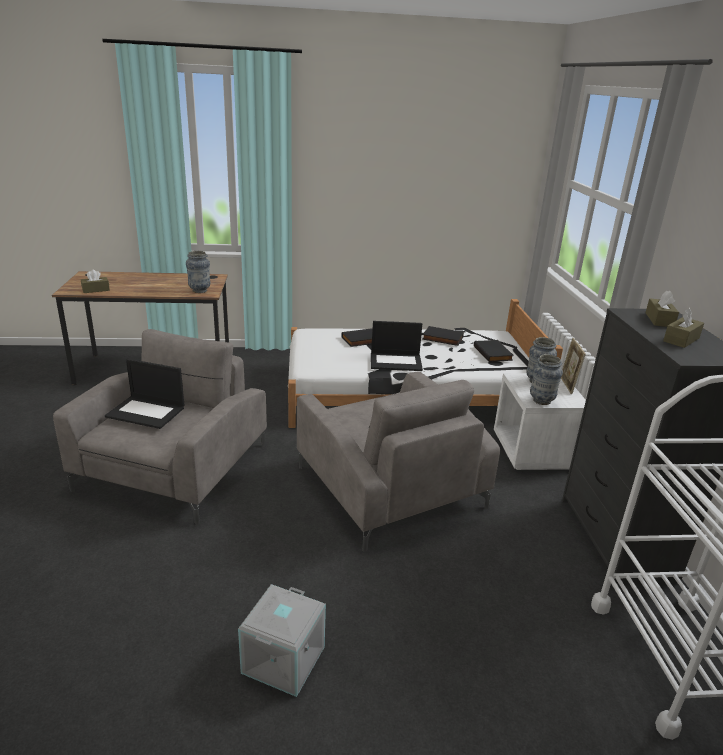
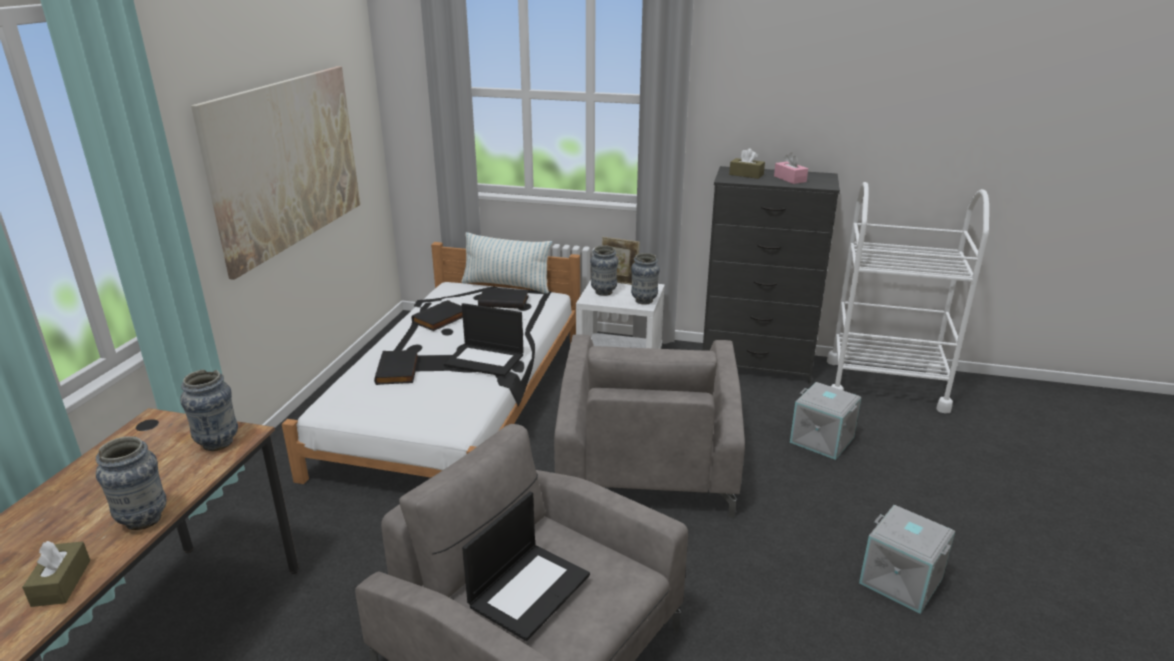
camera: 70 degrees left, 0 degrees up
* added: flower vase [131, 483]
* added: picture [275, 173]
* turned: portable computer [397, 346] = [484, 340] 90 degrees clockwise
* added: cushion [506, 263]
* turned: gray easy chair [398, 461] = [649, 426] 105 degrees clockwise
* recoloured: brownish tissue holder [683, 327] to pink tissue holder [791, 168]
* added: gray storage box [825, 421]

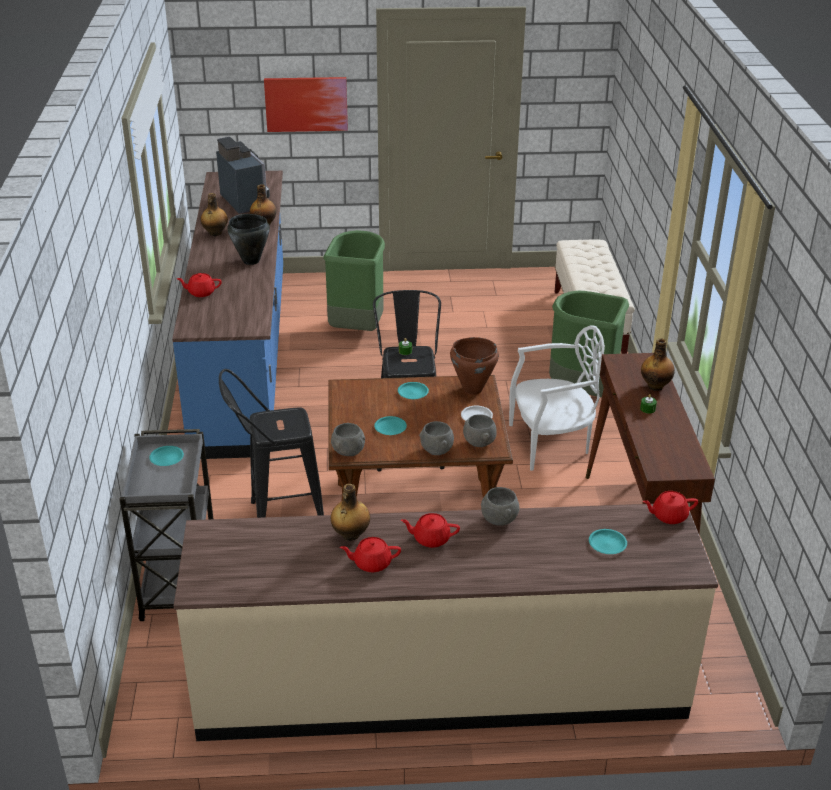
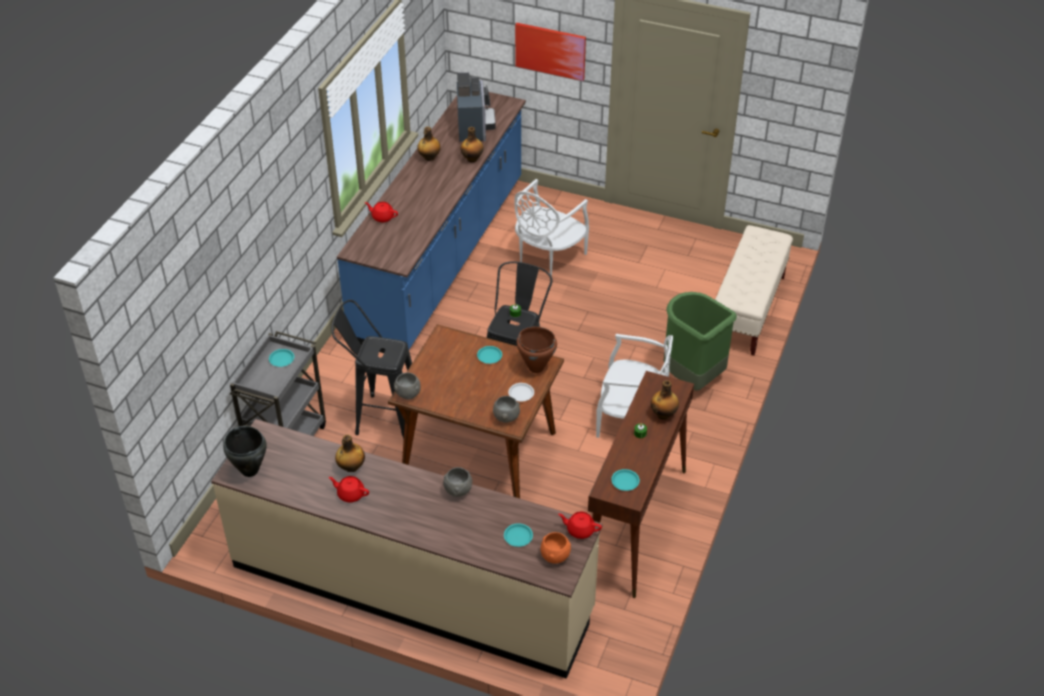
camera: 25 degrees right, 10 degrees up
* moved: black stockpot [248, 239] to [245, 451]
* replaced: greenish waste bin [354, 280] to whitish plain chair [551, 227]
* added: orange-coloured deep dish [555, 548]
* moved: blue-green dinner plate [390, 425] to [625, 480]
* removed: red pot for tea [430, 530]
* removed: gray deep dish [436, 438]

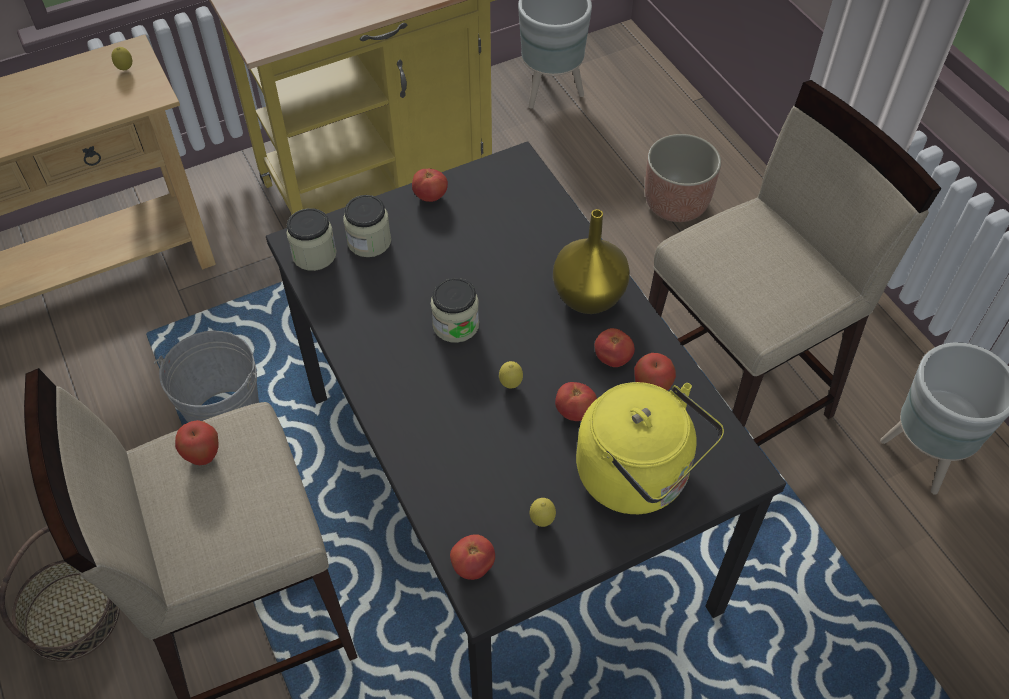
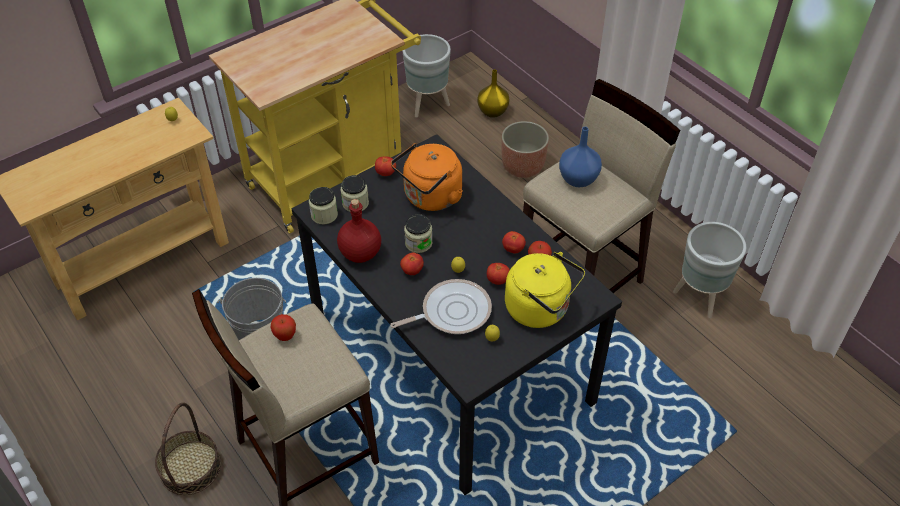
camera: 10 degrees left, 5 degrees down
* added: red bottle [359, 231]
* added: skillet [441, 306]
* added: orange-coloured water kettle [427, 177]
* moved: fresh tomato [472, 557] to [412, 264]
* moved: yellow-coloured flower vase [591, 261] to [493, 93]
* added: bluish flower vase [580, 157]

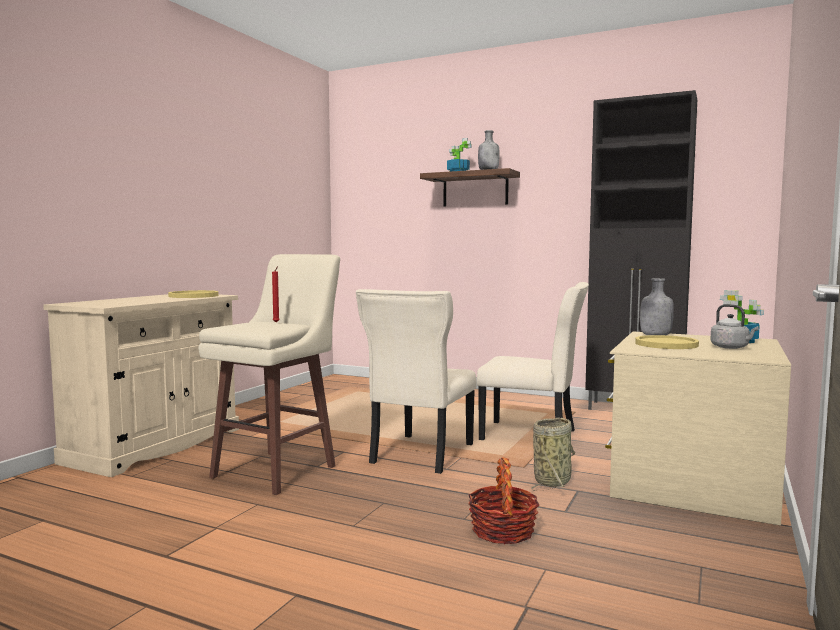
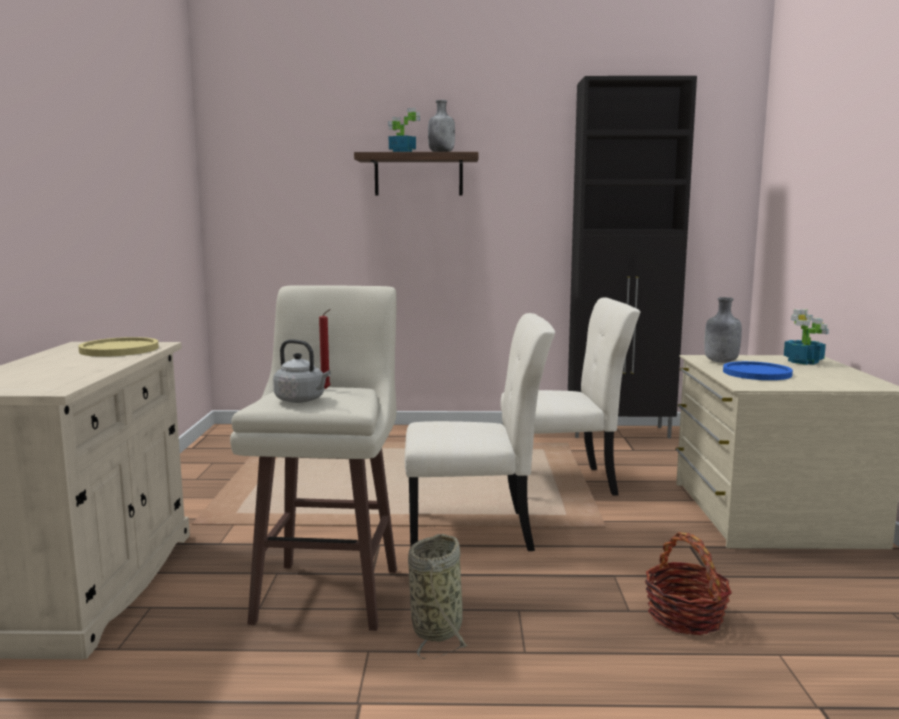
camera: 25 degrees left, 5 degrees up
* moved: gray water kettle [734, 326] to [302, 371]
* turned: beige plain chair [416, 381] = [480, 432] 90 degrees counterclockwise
* moved: basket [553, 454] to [438, 596]
* recoloured: yellow-coloured dinner plate [667, 342] to bluish dinner plate [758, 370]

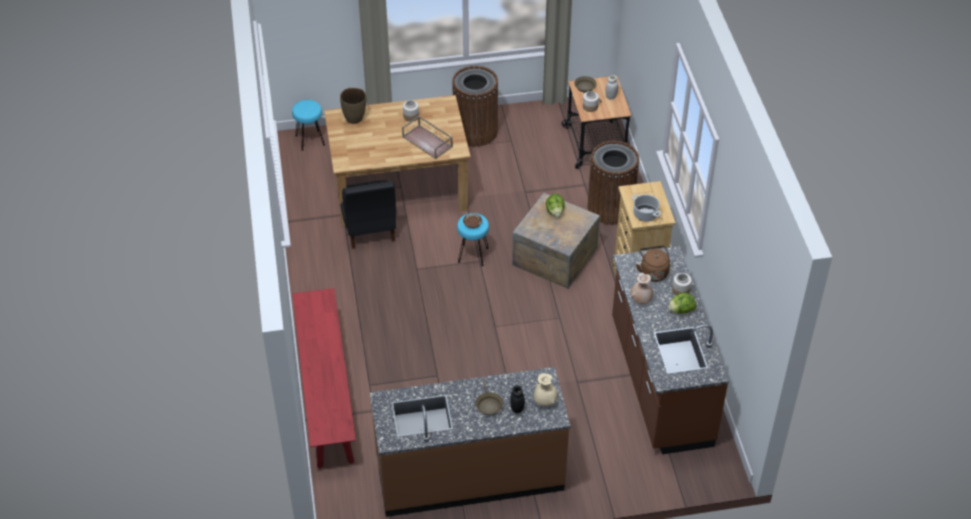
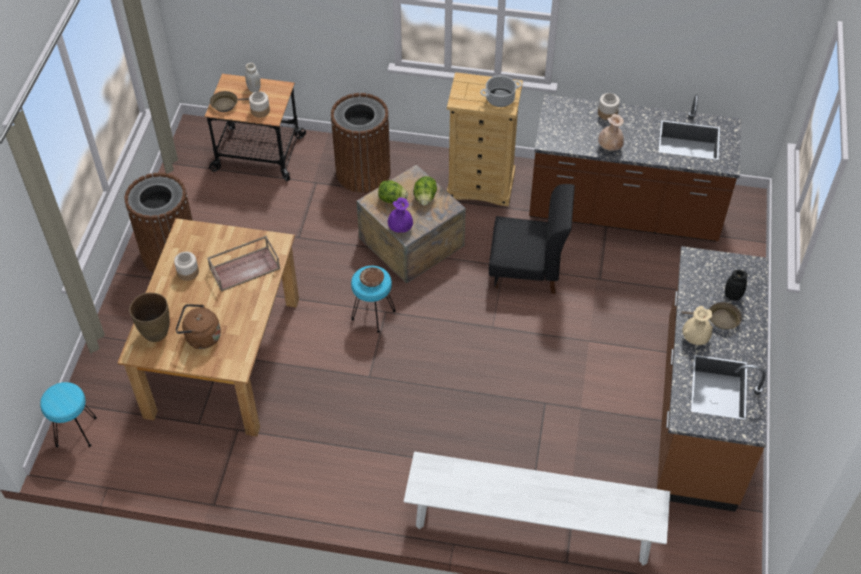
camera: 70 degrees left, 5 degrees up
* moved: brownish water kettle [653, 264] to [198, 326]
* added: purple flower vase [400, 215]
* recoloured: red bench [324, 378] to whitish bench [537, 508]
* moved: lettuce [682, 303] to [425, 191]
* moved: black plain chair [367, 214] to [532, 239]
* moved: beige flower vase [546, 389] to [697, 325]

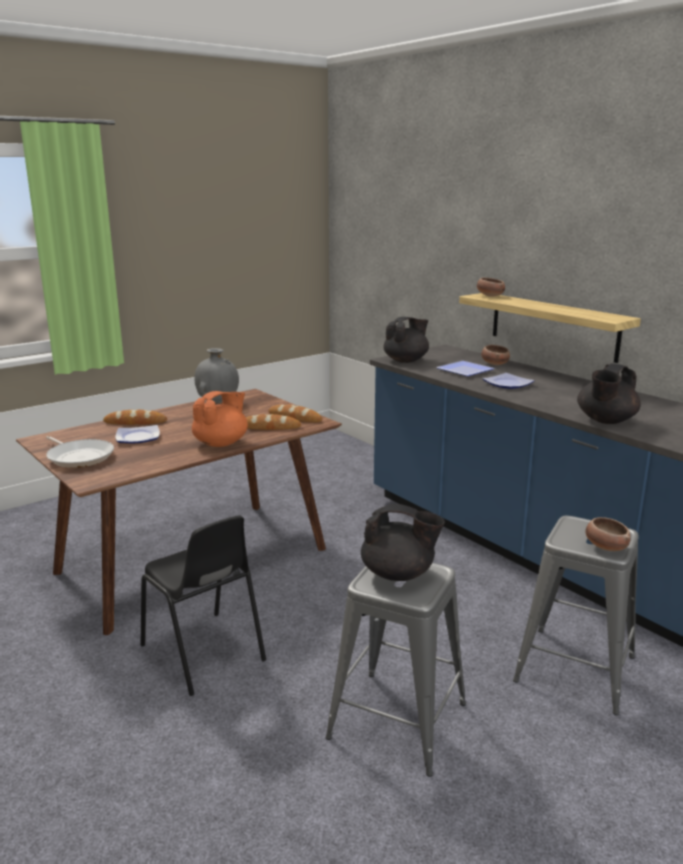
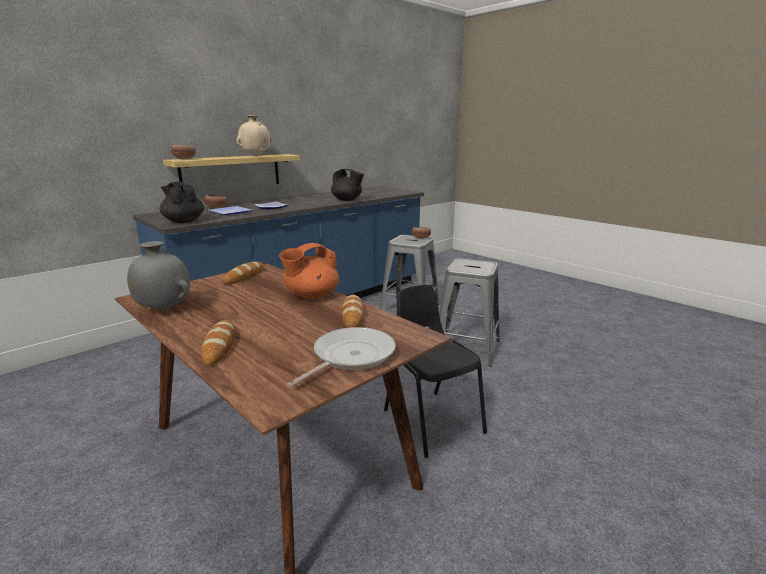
camera: 95 degrees left, 0 degrees up
* added: beige flower vase [253, 135]
* turned: orange-coloured pot for tea [220, 419] = [309, 271] 75 degrees counterclockwise
* moved: bread [273, 422] to [352, 311]
* turned: black plain chair [203, 605] = [435, 371] 75 degrees counterclockwise
* removed: dinner plate [138, 434]
* removed: black pot for tea [403, 542]

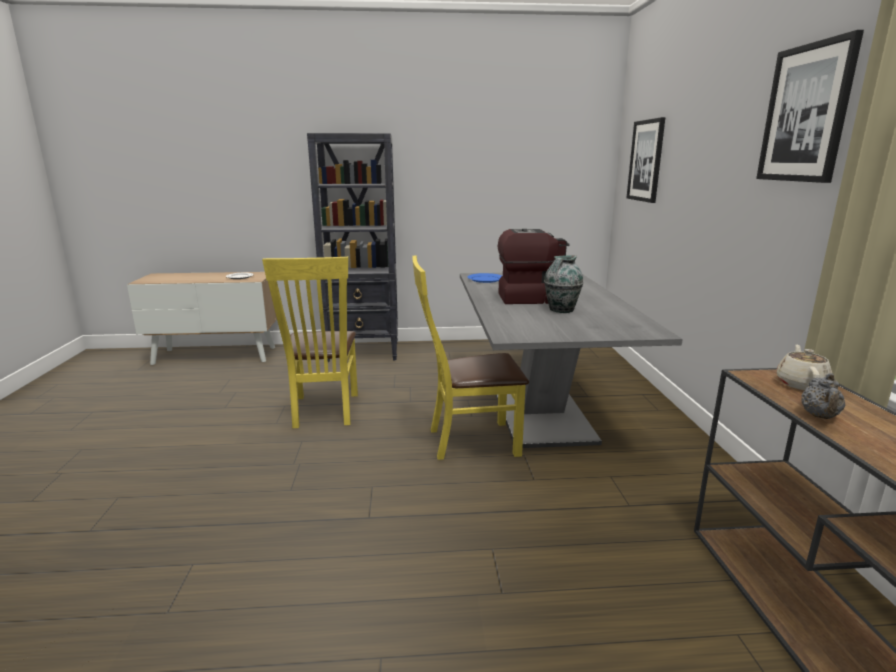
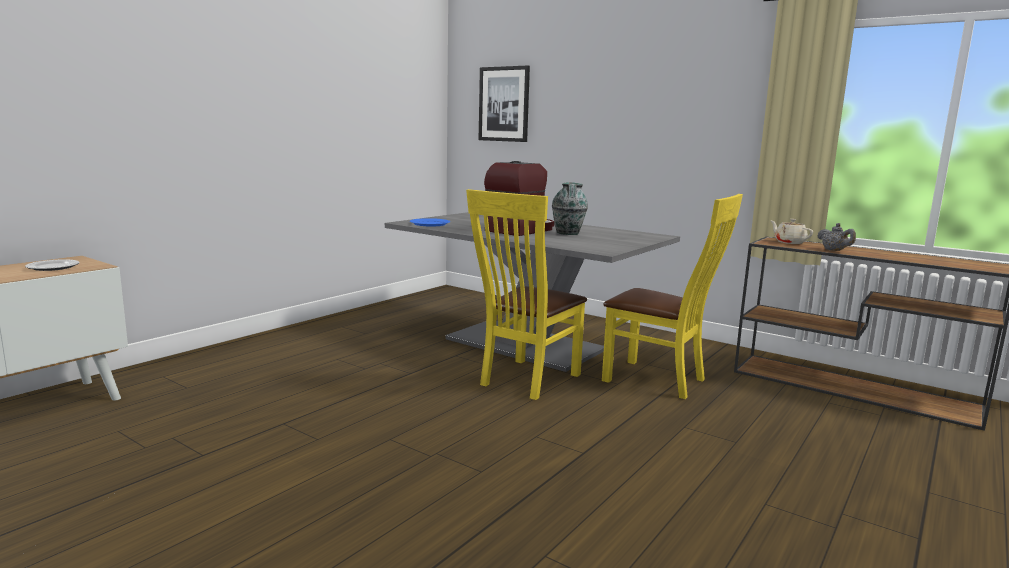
camera: 50 degrees left, 5 degrees down
* moved: yellow-coloured plain chair [310, 342] to [672, 296]
* removed: black shelving unit [352, 247]
* removed: picture [810, 106]

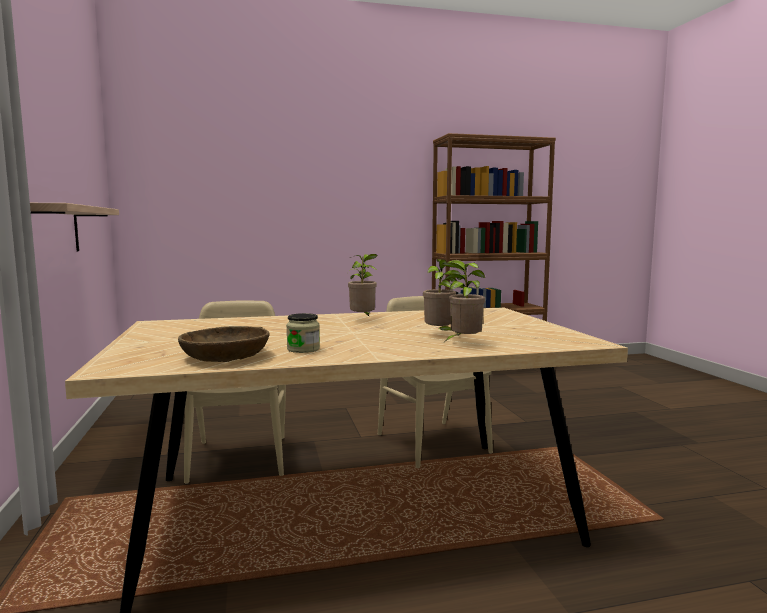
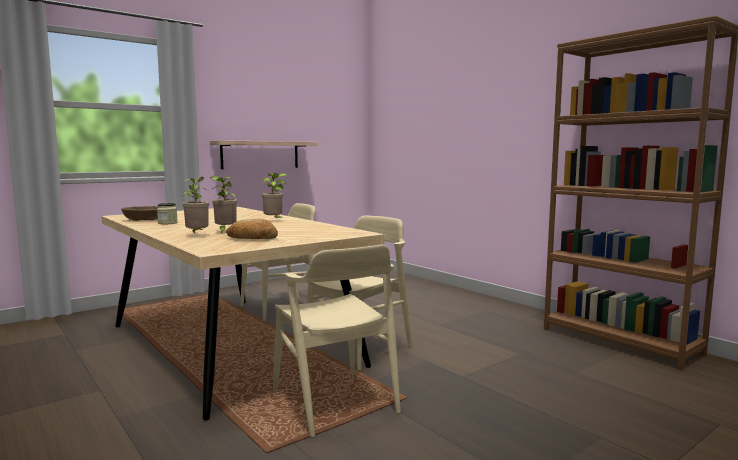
camera: 65 degrees right, 0 degrees up
* added: bread [252, 229]
* added: beige plain chair [337, 341]

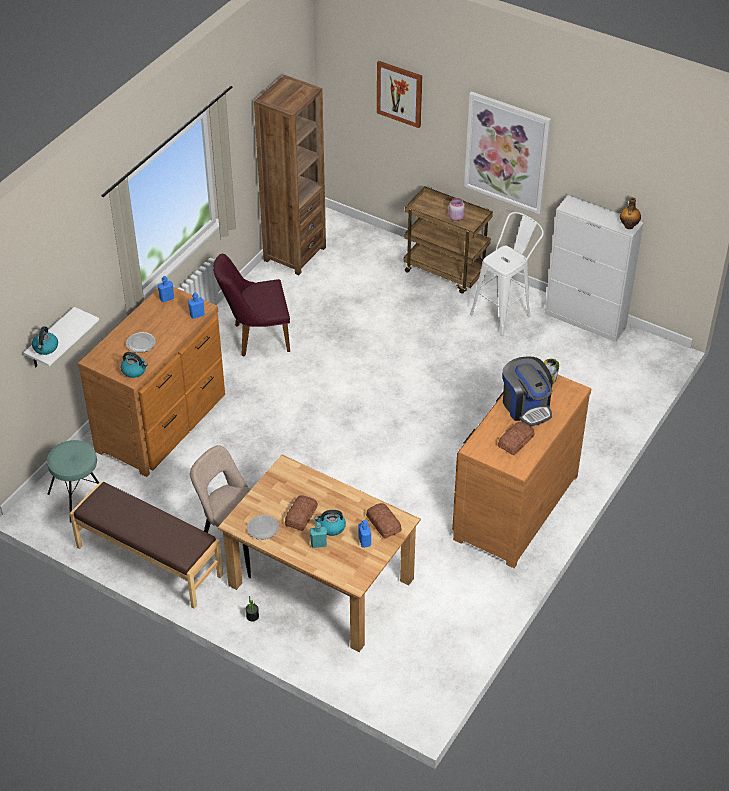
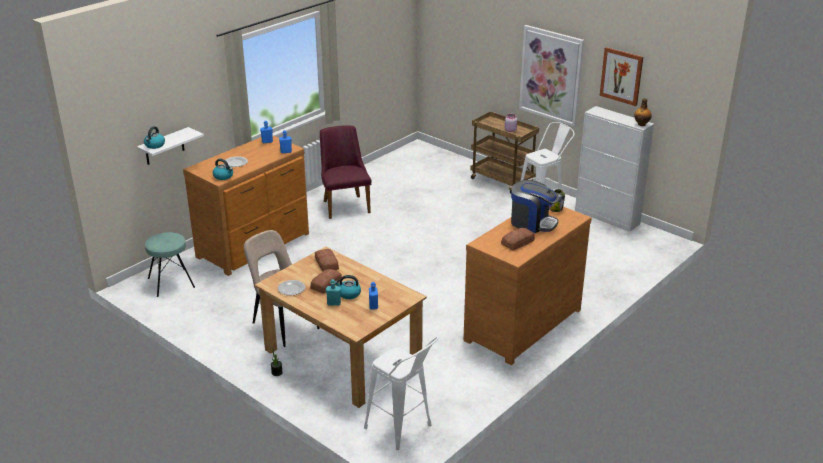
camera: 10 degrees right, 15 degrees down
* moved: bread [384, 521] to [327, 260]
* turned: purple plain chair [251, 305] = [346, 172] 75 degrees clockwise
* added: whitish stool seat [401, 393]
* turned: coffee machine [527, 391] = [535, 206] 45 degrees counterclockwise
* moved: picture [399, 94] to [621, 76]
* removed: brownish bench [146, 545]
* removed: brownish shelving unit [290, 175]

